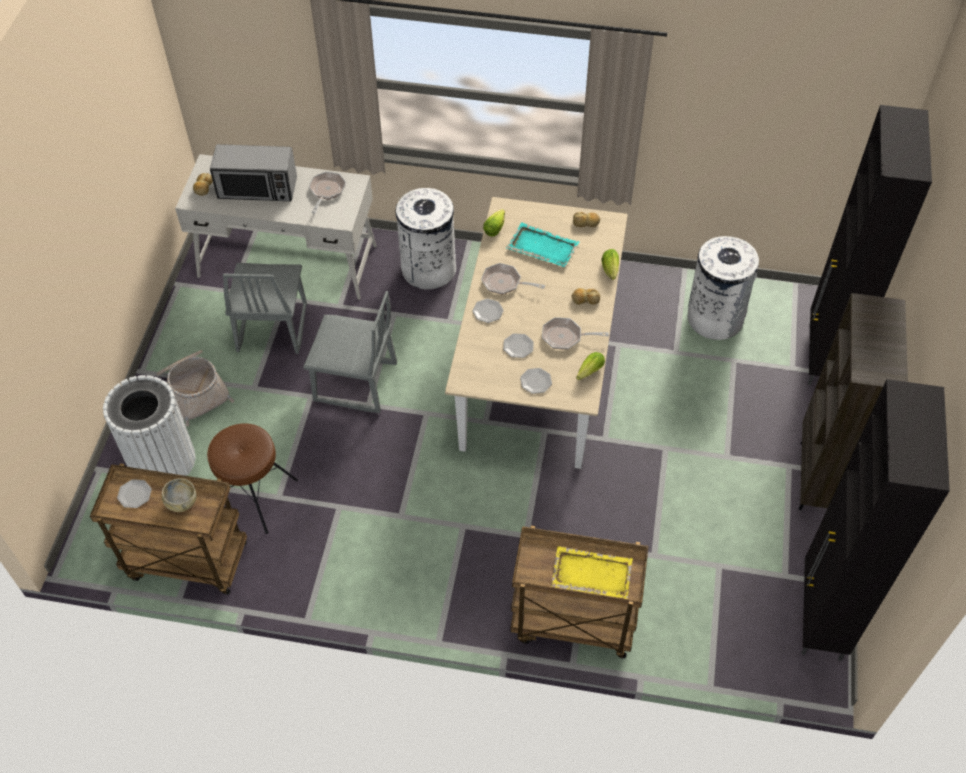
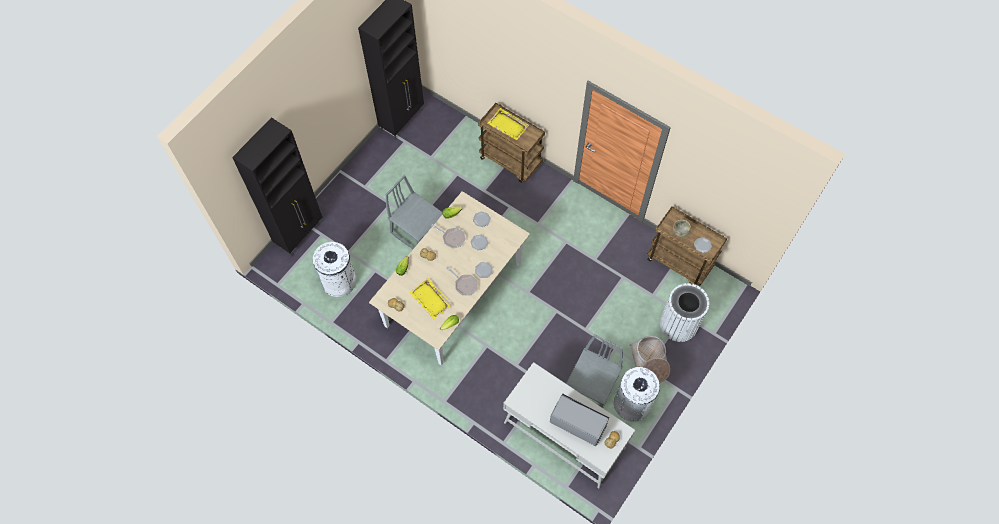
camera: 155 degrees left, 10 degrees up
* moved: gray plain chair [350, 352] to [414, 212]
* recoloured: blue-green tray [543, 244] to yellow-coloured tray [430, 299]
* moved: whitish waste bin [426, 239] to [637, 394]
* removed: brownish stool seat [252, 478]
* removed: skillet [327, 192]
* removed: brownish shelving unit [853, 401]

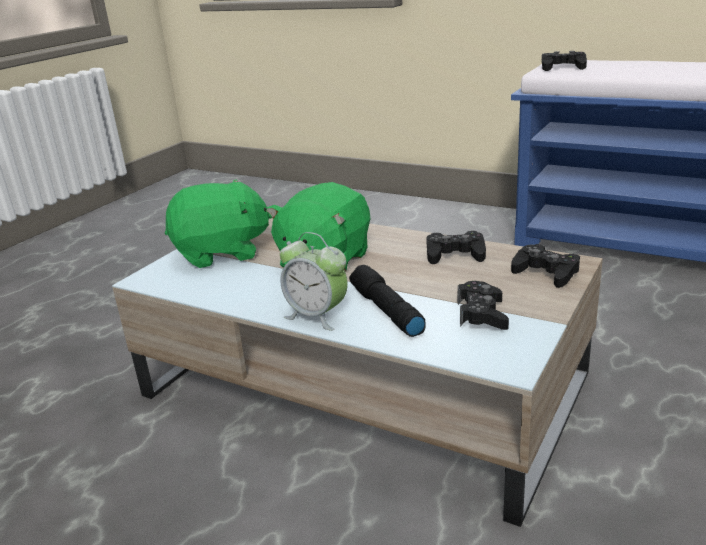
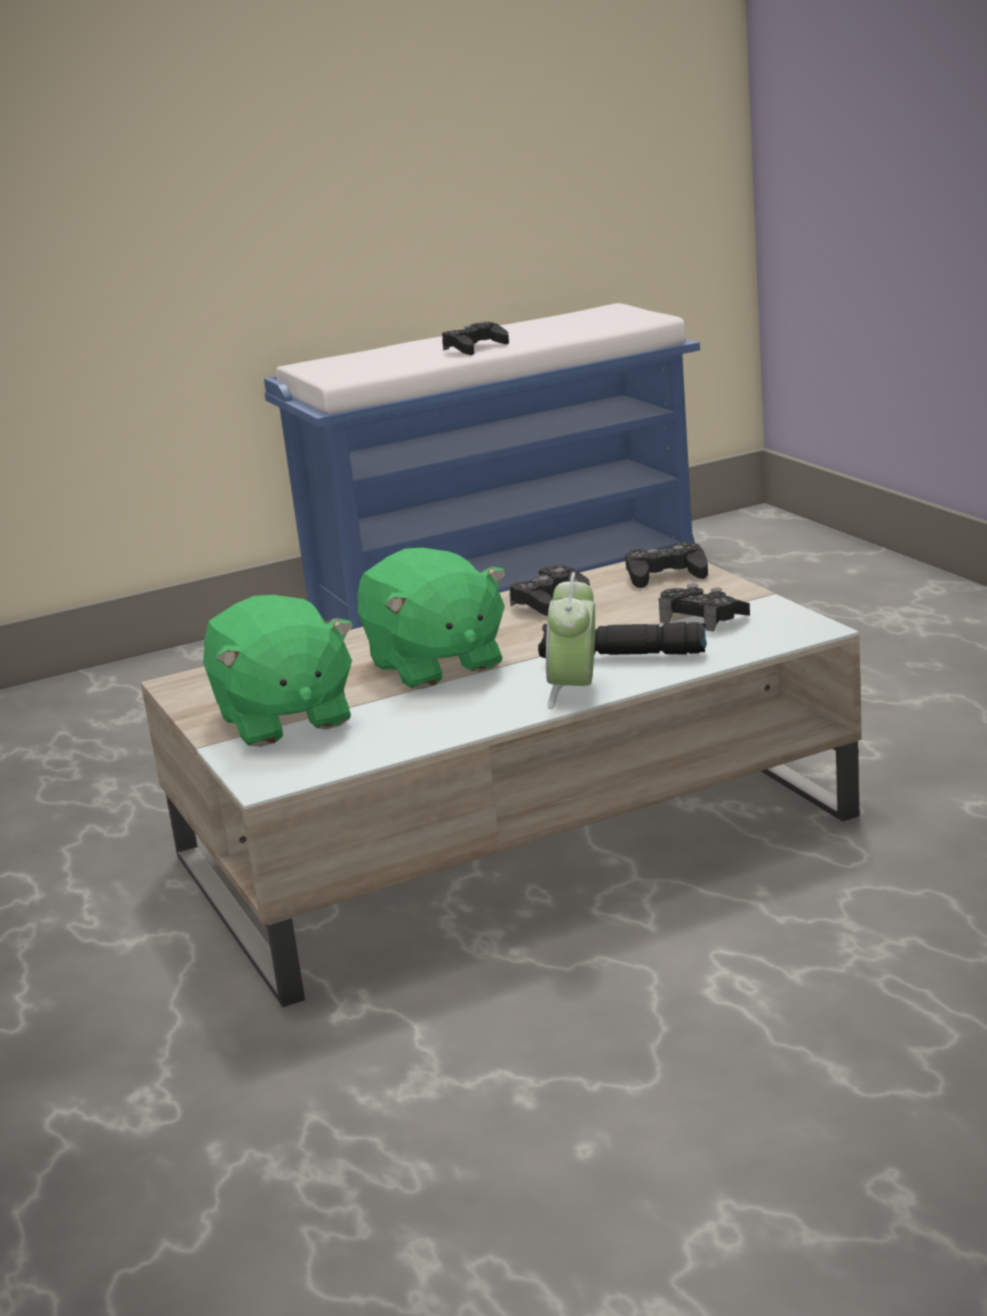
camera: 55 degrees left, 5 degrees down
* turned: greenish plush toy [218, 223] = [278, 671] 135 degrees clockwise
* moved: black game controller [564, 61] to [475, 338]
* turned: table clock [314, 281] = [570, 640] 120 degrees clockwise

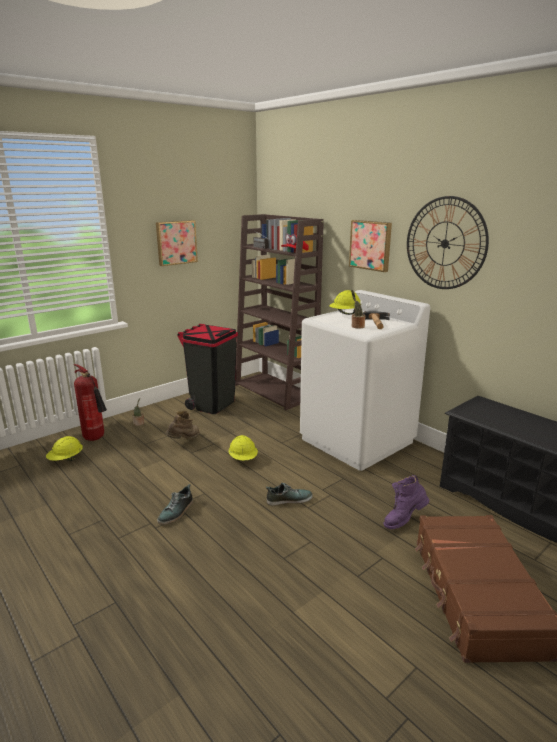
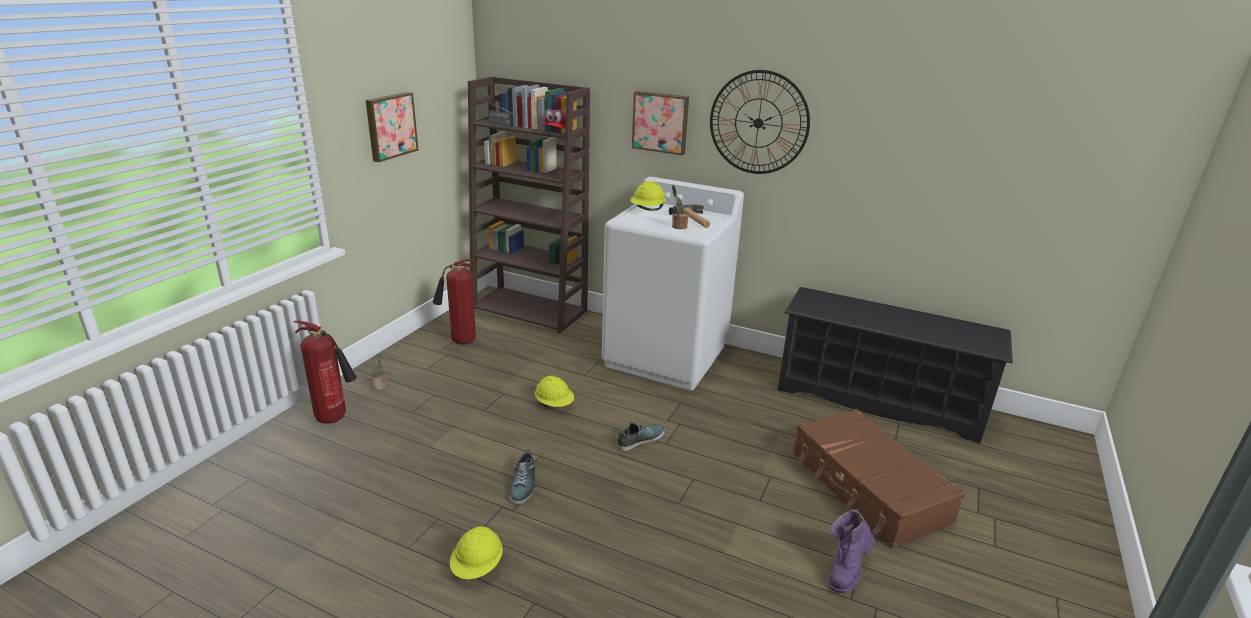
camera: 25 degrees left, 5 degrees up
* replaced: black waste bin [207, 369] to fire-fighting cylinder [454, 301]
* moved: yellow-coloured hard hat [64, 448] to [476, 552]
* moved: purple tall boot [406, 502] to [851, 551]
* removed: brownish tall boot [182, 425]

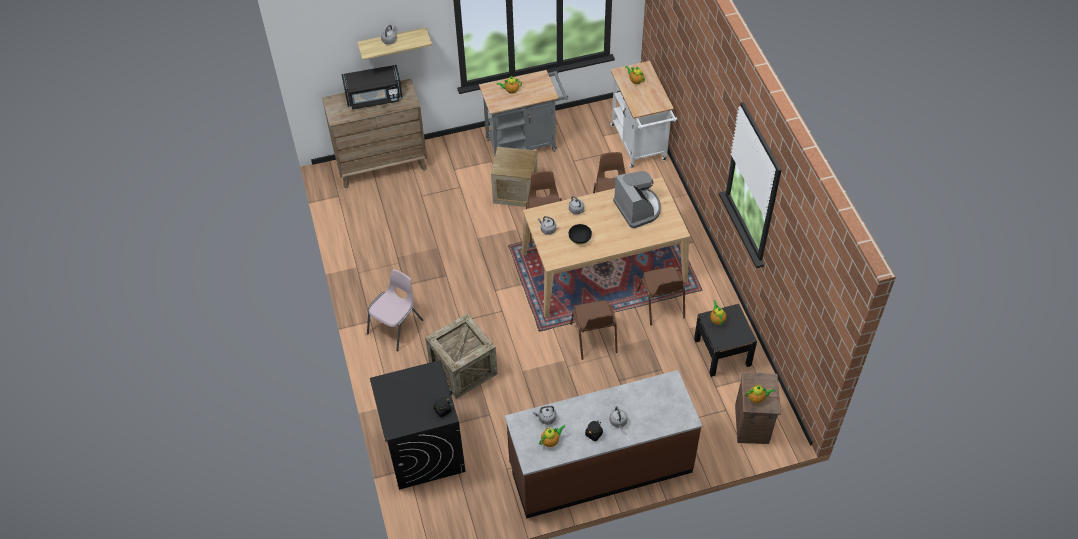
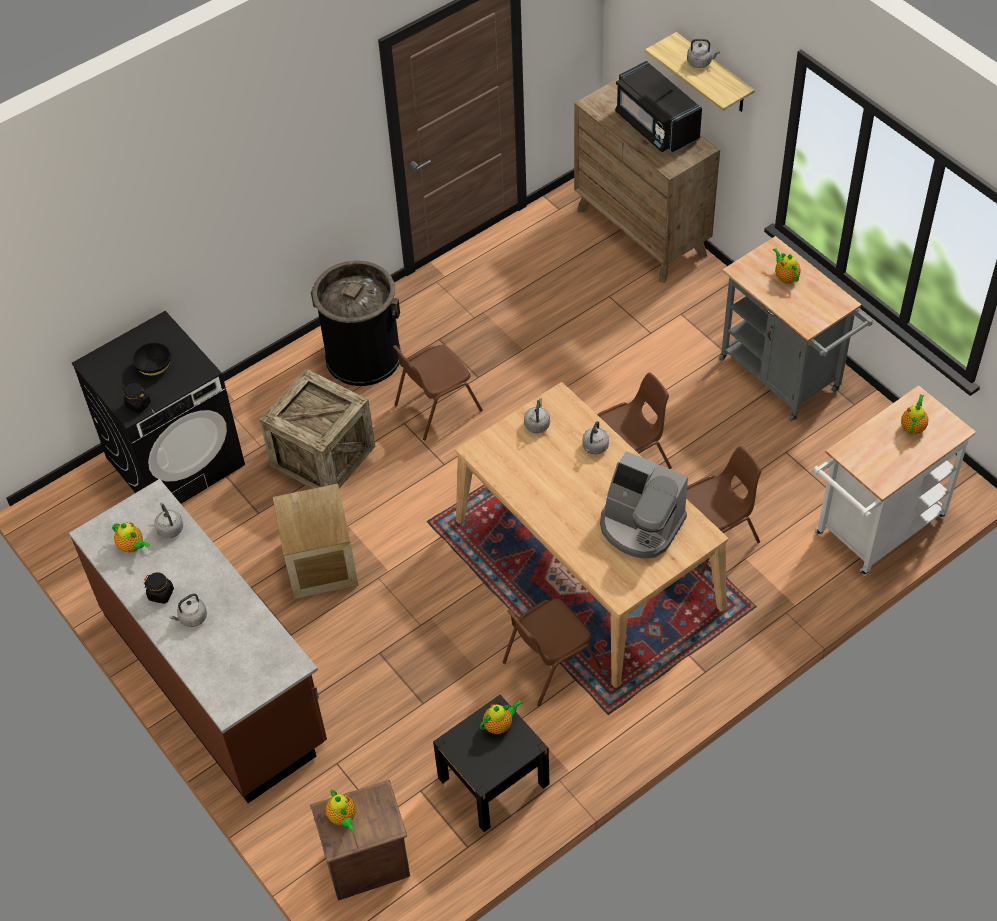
camera: 70 degrees right, 0 degrees up
* moved: black deep dish [580, 234] to [151, 359]
* moved: crate [514, 177] to [316, 541]
* replaced: pink plain chair [395, 310] to black waste bin [356, 323]
* moved: brownish plain chair [594, 330] to [438, 392]
* turned: coffee machine [637, 199] = [644, 505] 75 degrees clockwise

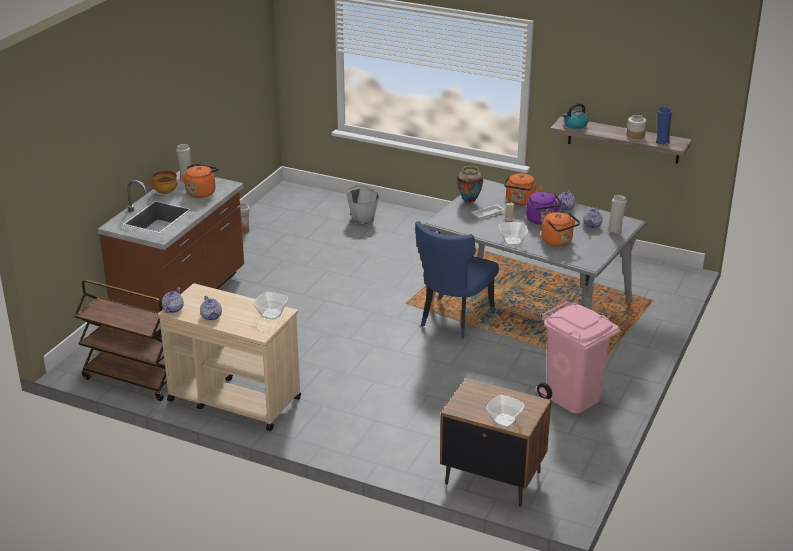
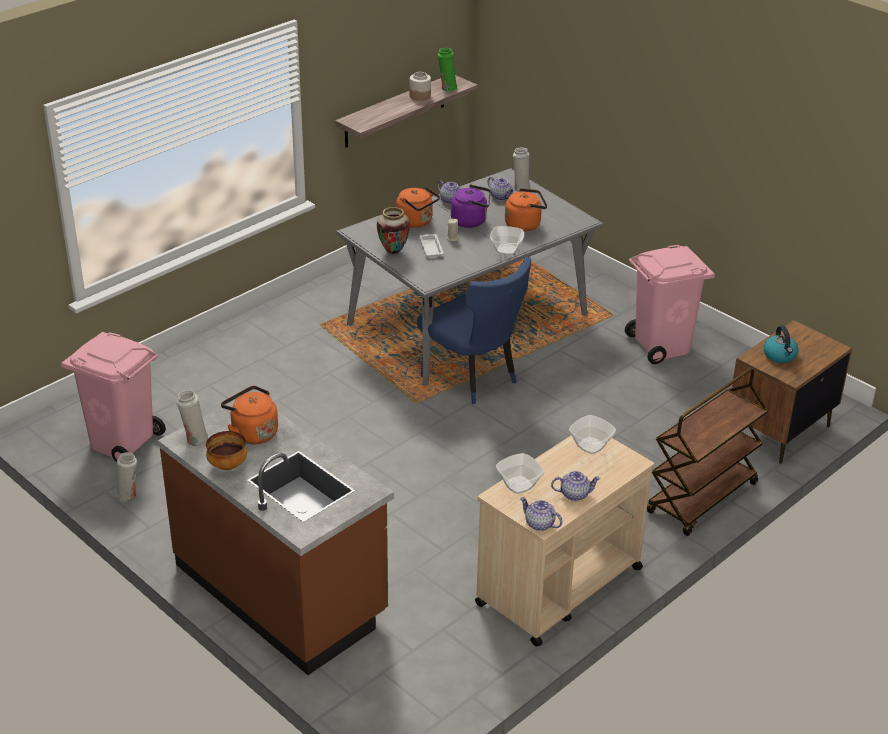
camera: 70 degrees left, 5 degrees up
* added: pink waste bin [113, 397]
* recoloured: bluish flower vase [663, 126] to greenish flower vase [447, 70]
* moved: deep dish [505, 411] to [520, 473]
* moved: brownish trolley [120, 340] to [707, 452]
* moved: water kettle [575, 116] to [781, 344]
* removed: gray water bucket [362, 205]

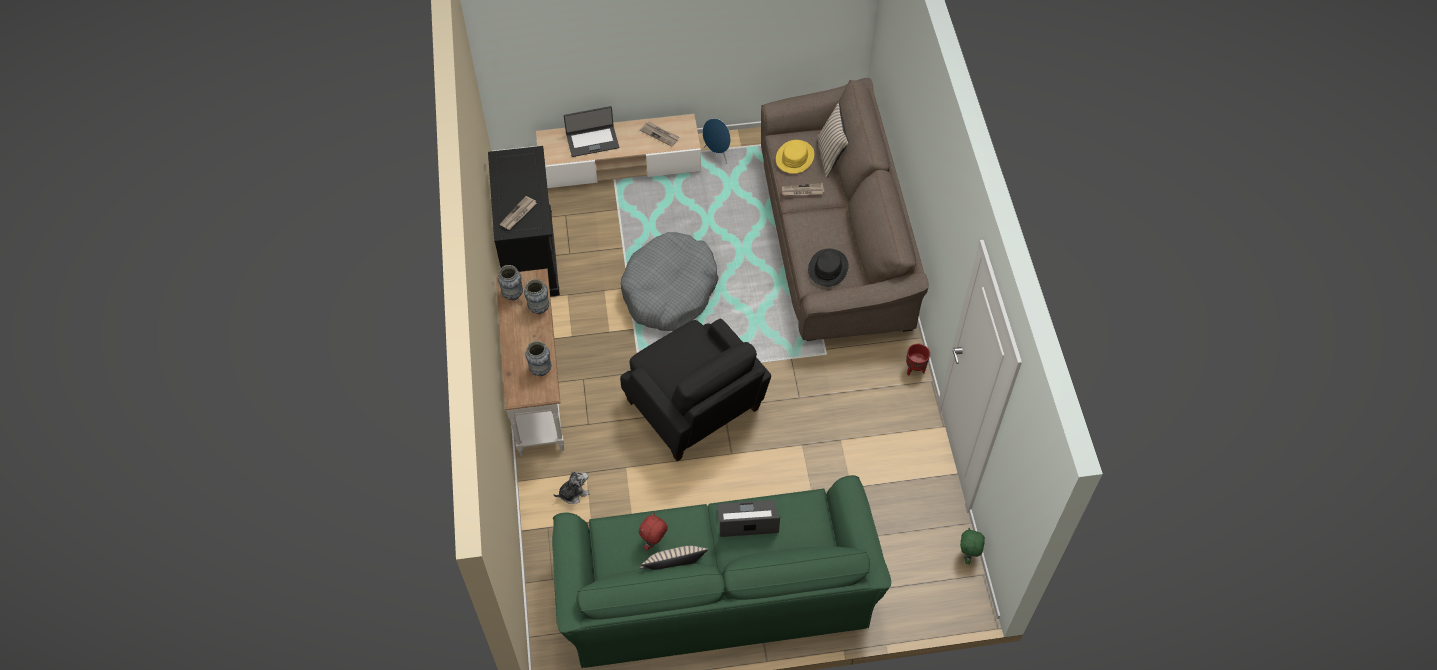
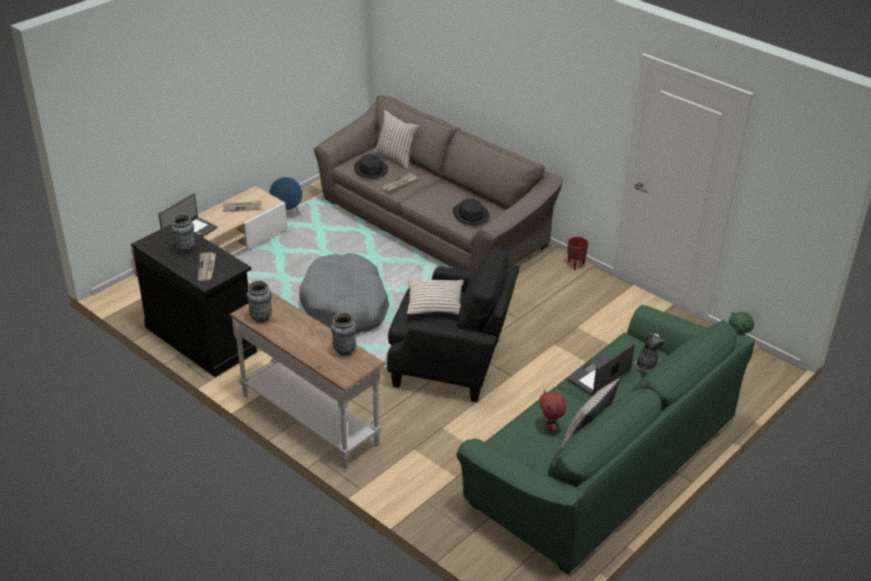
camera: 40 degrees left, 20 degrees down
* moved: flower vase [536, 296] to [183, 234]
* recoloured: yellow-coloured wearable hat [795, 157] to black wearable hat [371, 166]
* added: beige cushion [435, 296]
* moved: plush toy [572, 487] to [649, 352]

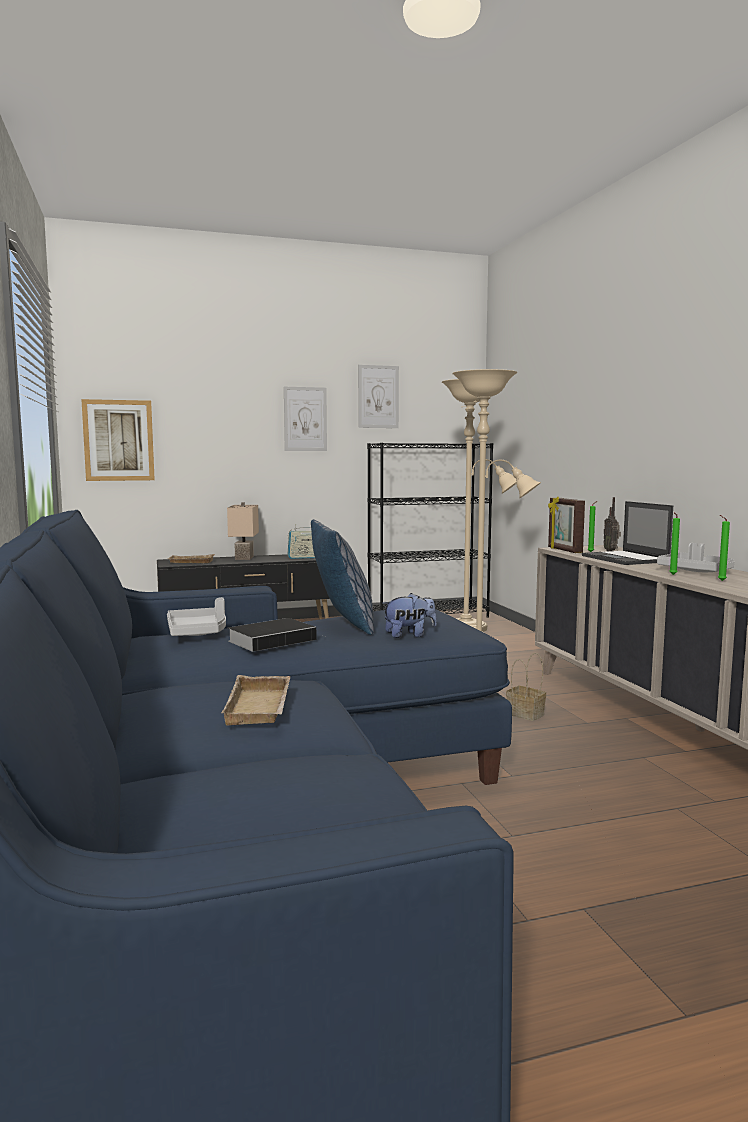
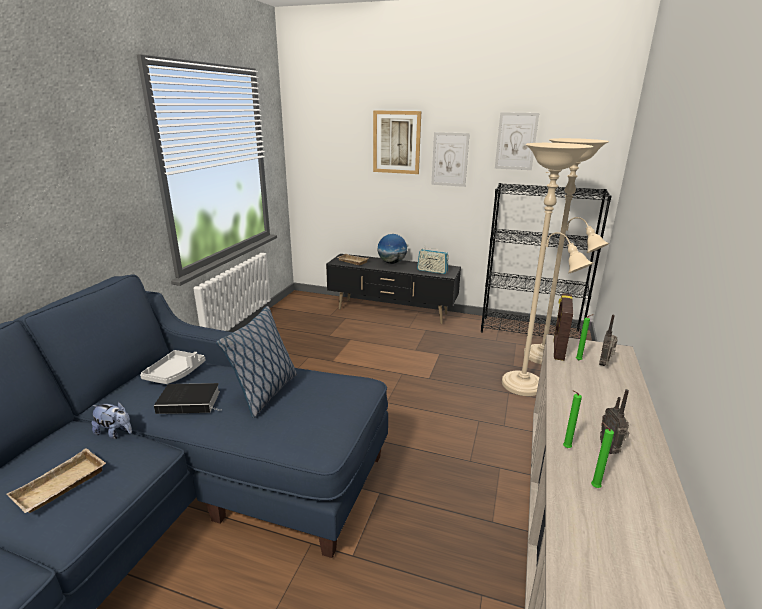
camera: 35 degrees right, 15 degrees up
* moved: plush toy [410, 615] to [111, 420]
* moved: picture [118, 440] to [397, 142]
* replaced: beige lamp for a table [243, 531] to desk globe [392, 249]
* replaced: gray tray [695, 557] to radio [614, 421]
* removed: basket [526, 687]
* removed: portable computer [627, 533]

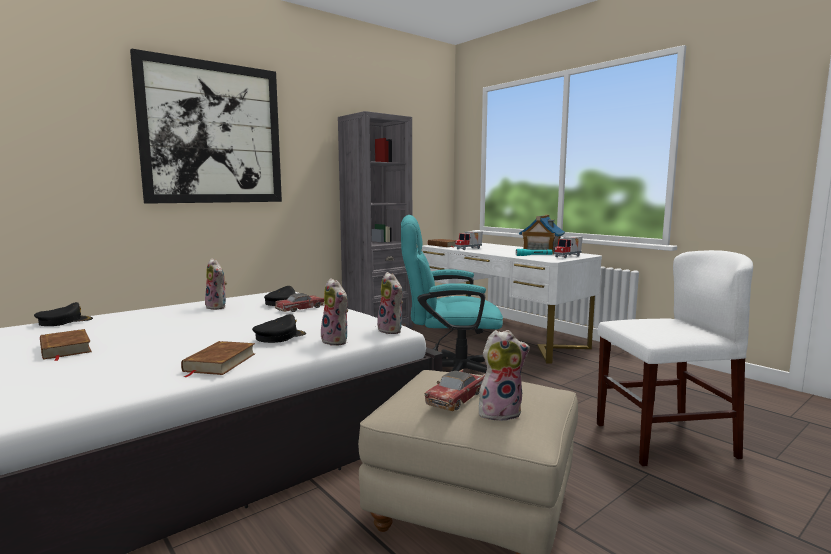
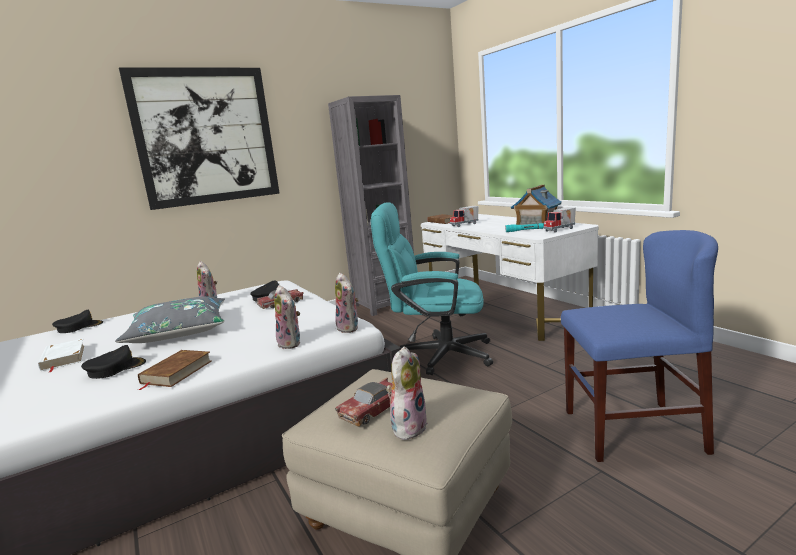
camera: 10 degrees right, 5 degrees up
* recoloured: brownish volume [66, 345] to whitish volume [61, 355]
* moved: black baseball cap [279, 328] to [113, 362]
* added: gray cushion [170, 319]
* turned: plush toy [504, 375] = [407, 393] 60 degrees counterclockwise
* recoloured: whitish plain chair [675, 358] to bluish plain chair [639, 346]

